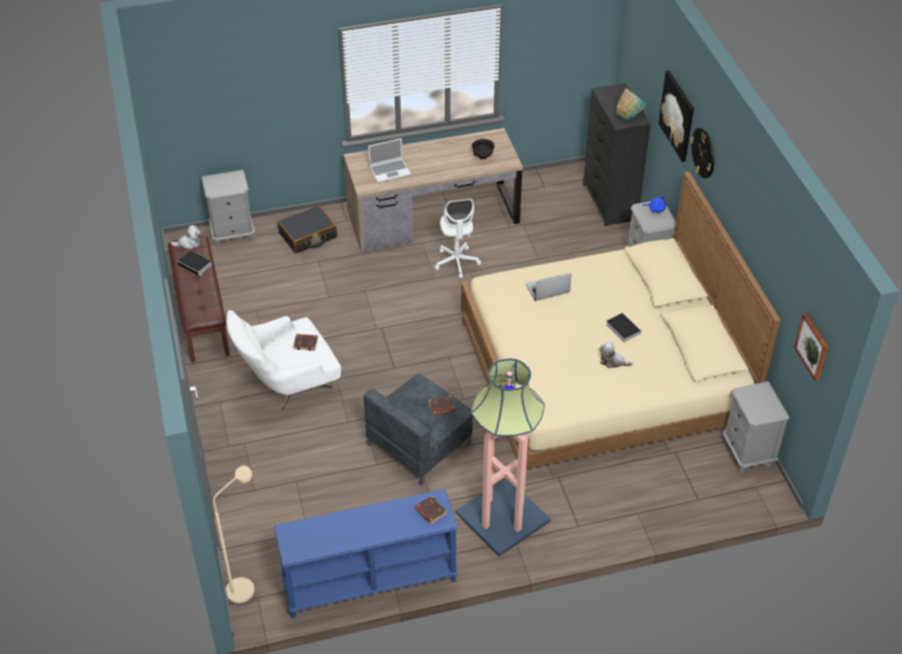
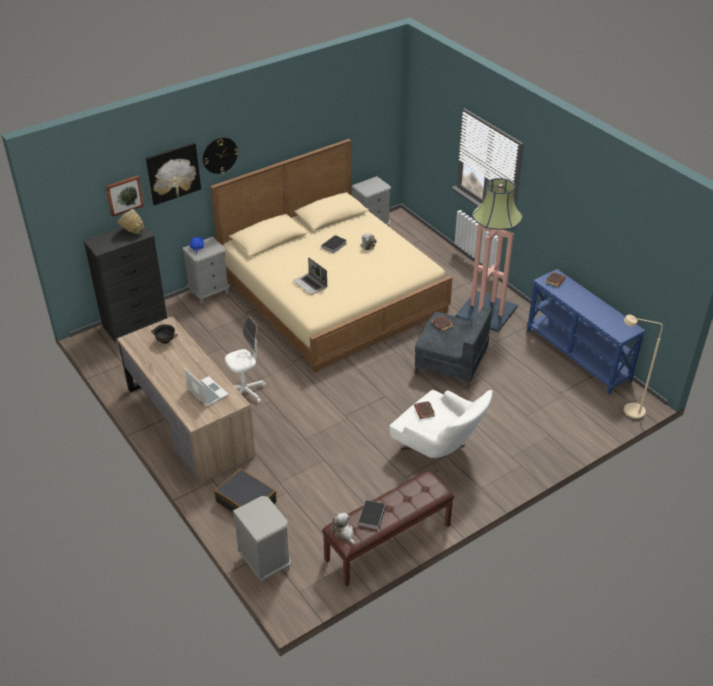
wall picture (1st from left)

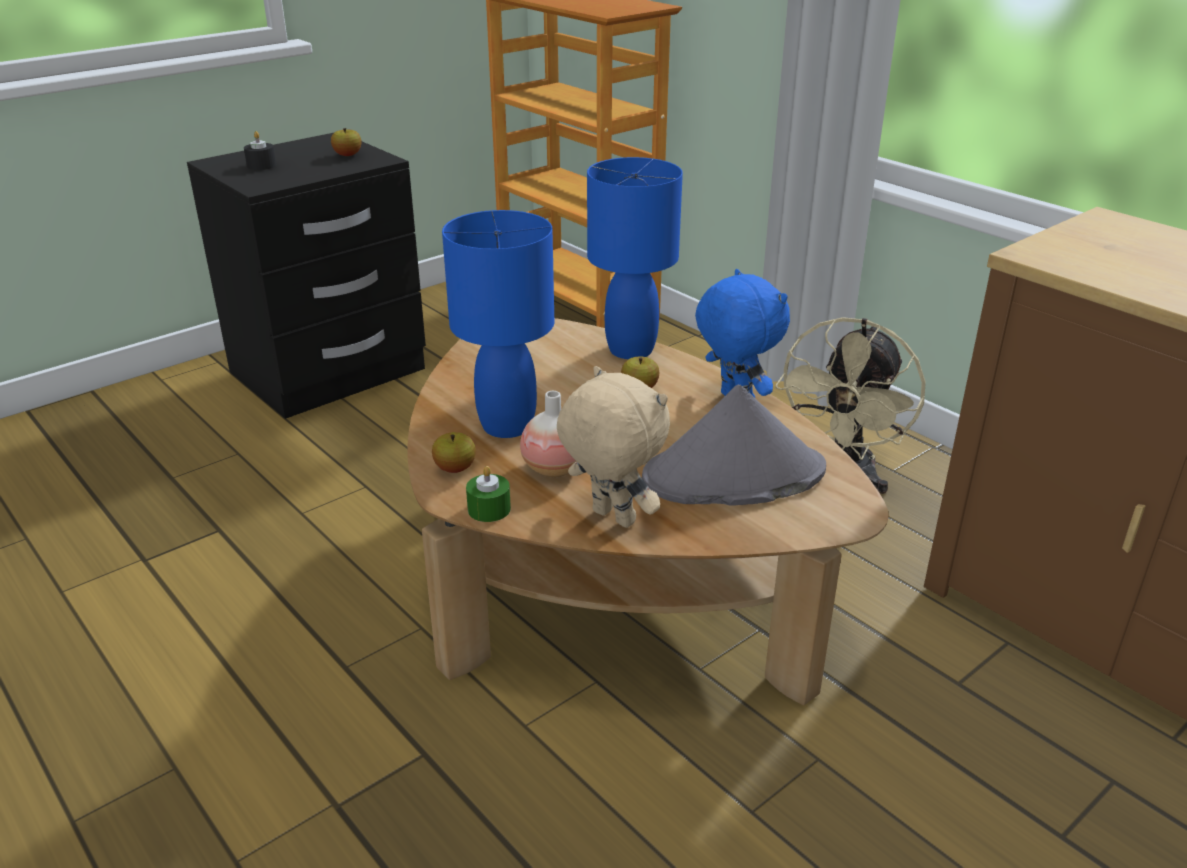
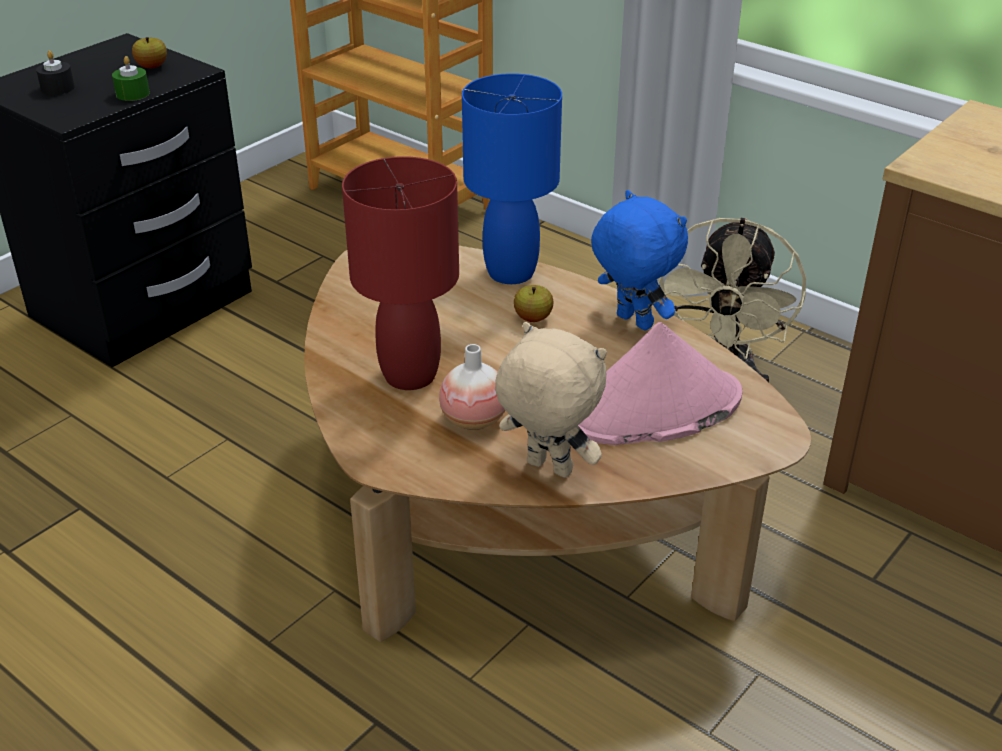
wax candle (greenish); tabletop lamp (red-coloured); hat (pinkish); apple (2nd from left in the first image)

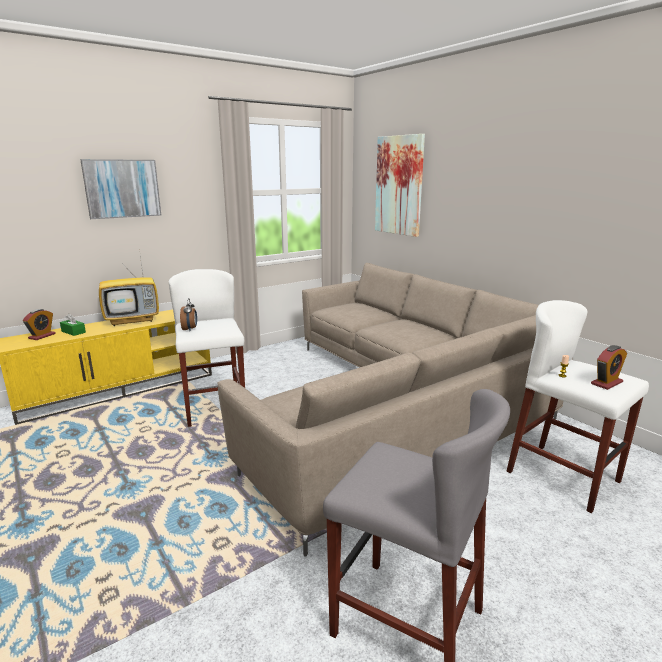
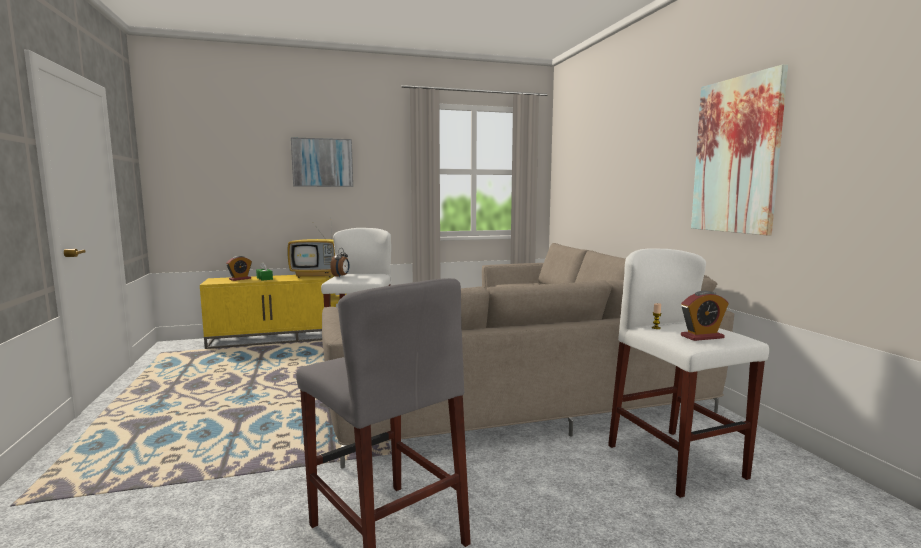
wall picture (2nd from left)

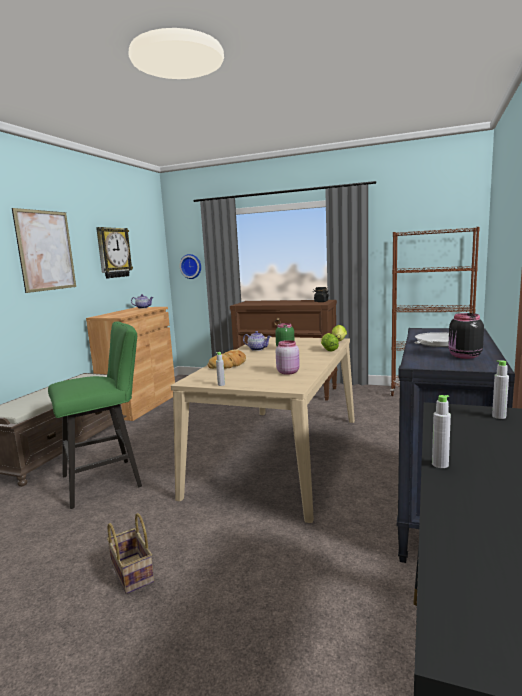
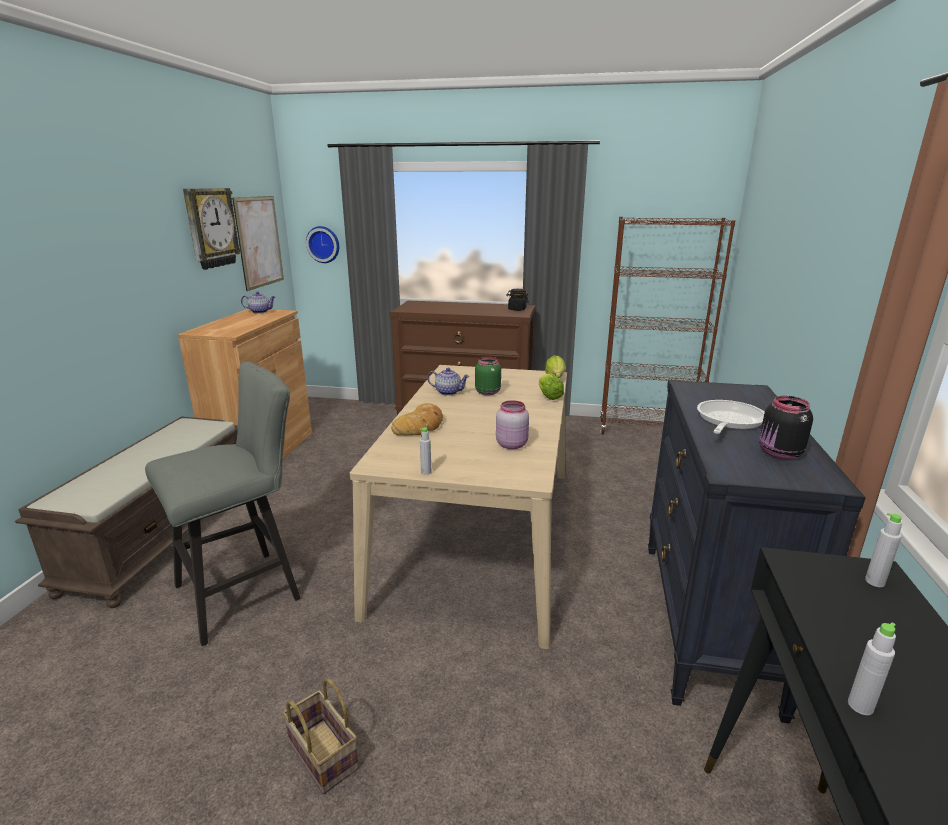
stool (gray); wall picture

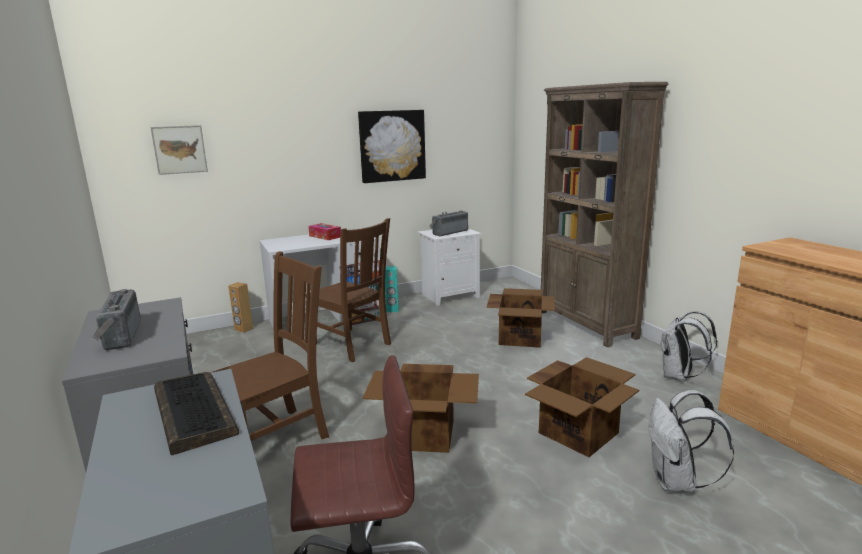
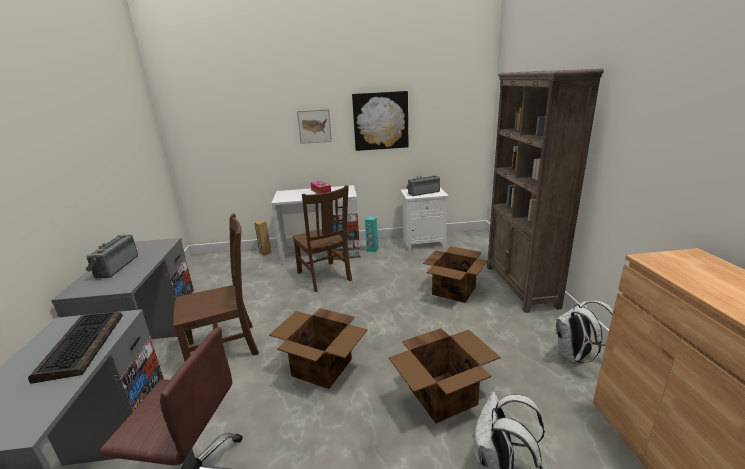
wall picture (1st from left)

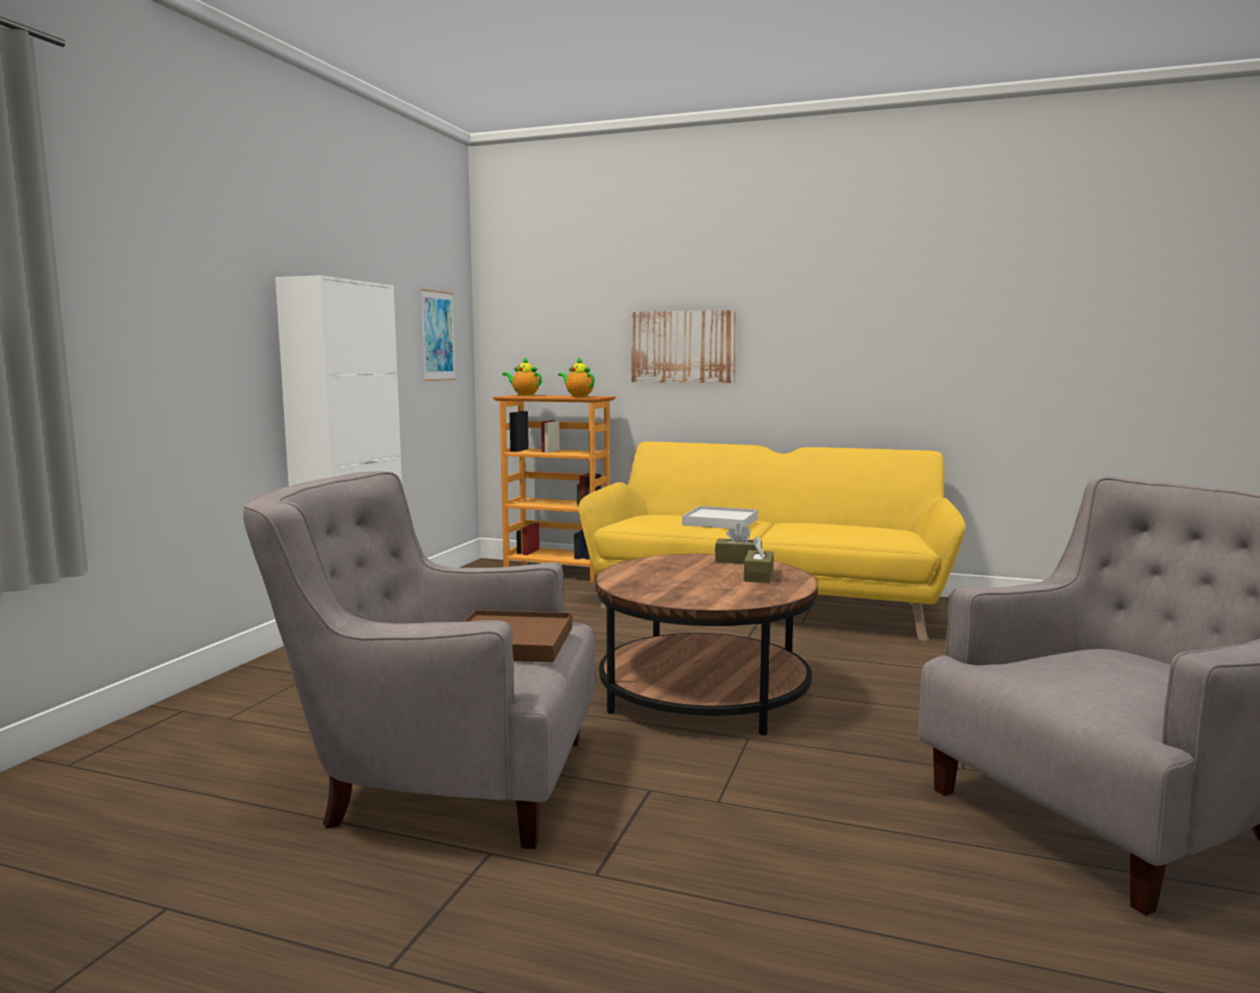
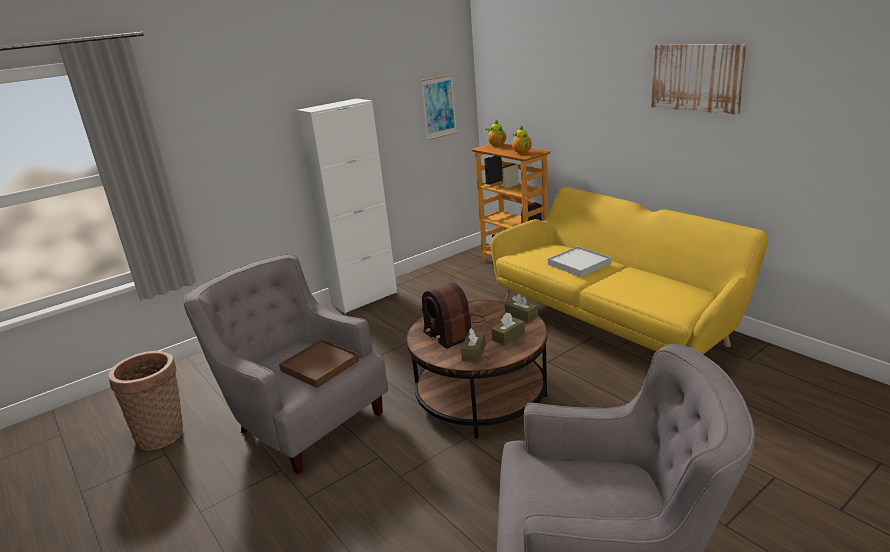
household basket; radio receiver; box of tissues (brown) (1st from left); wall picture (2nd from left)

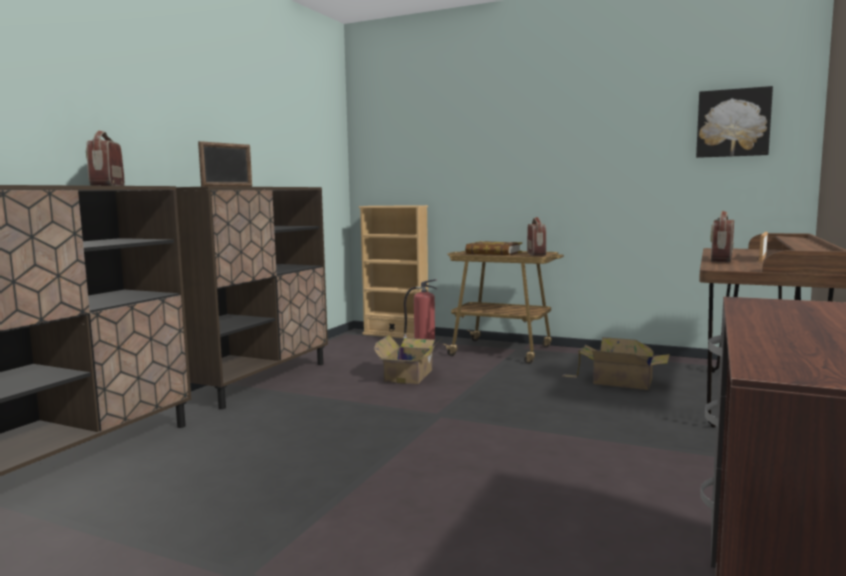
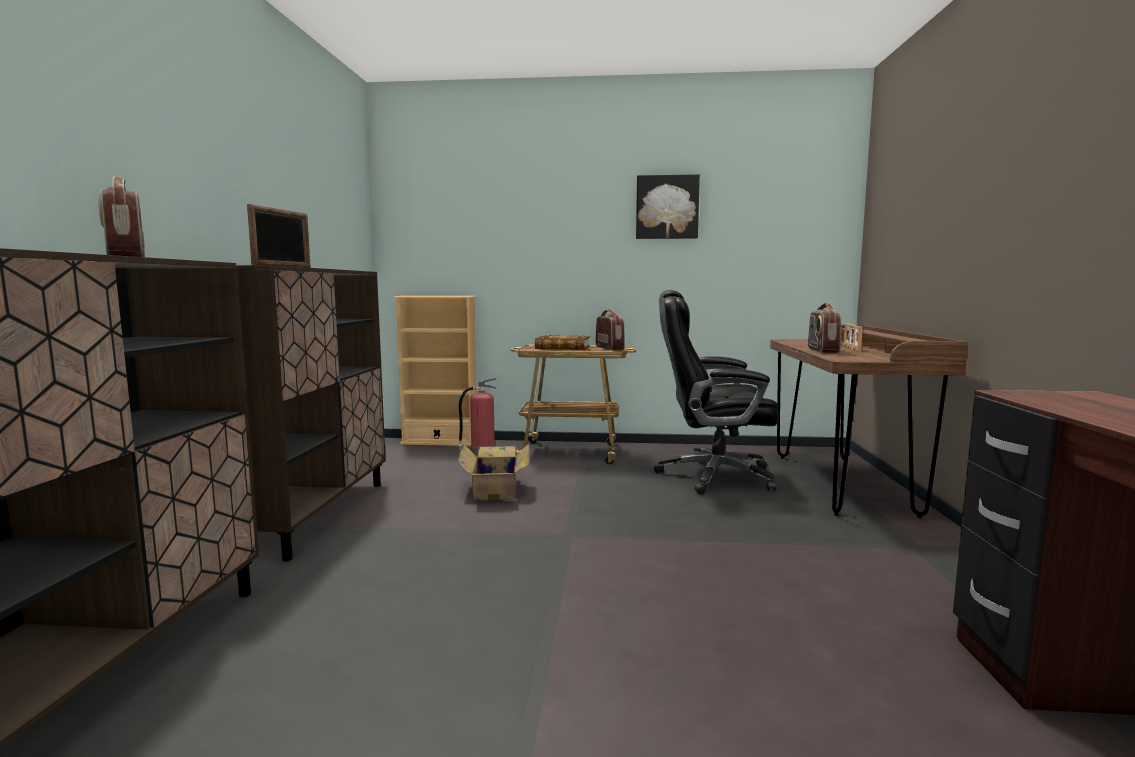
wall picture; office chair (black)

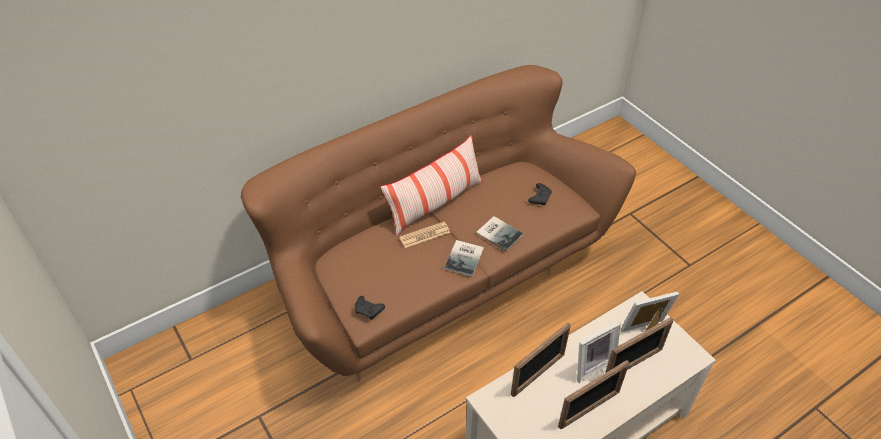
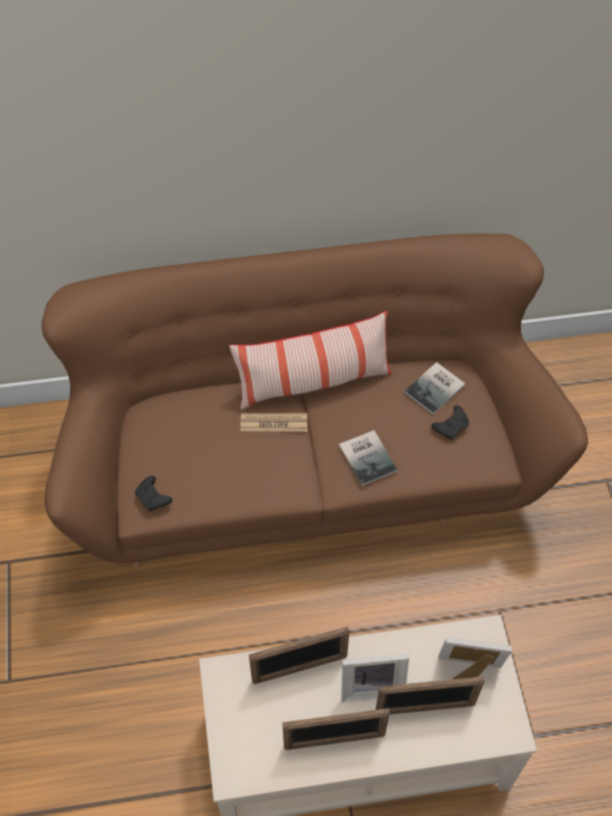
volume (2nd from left)

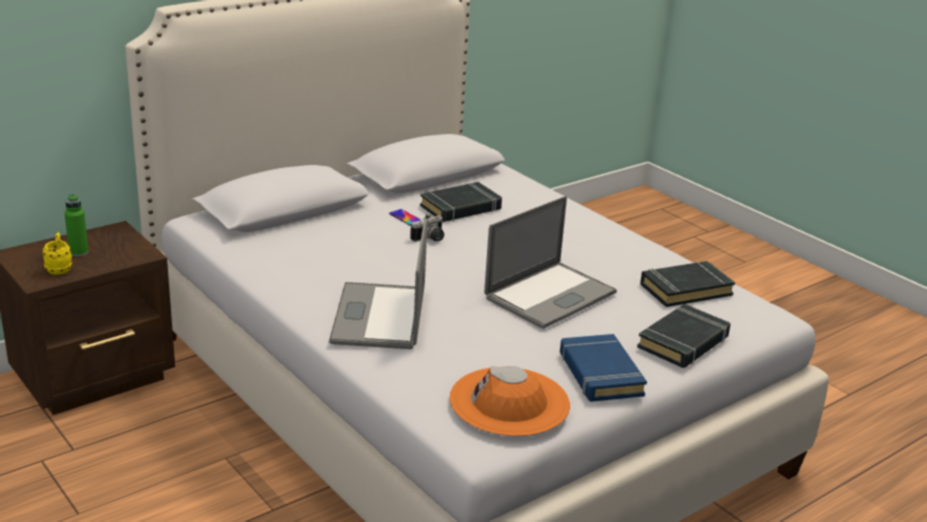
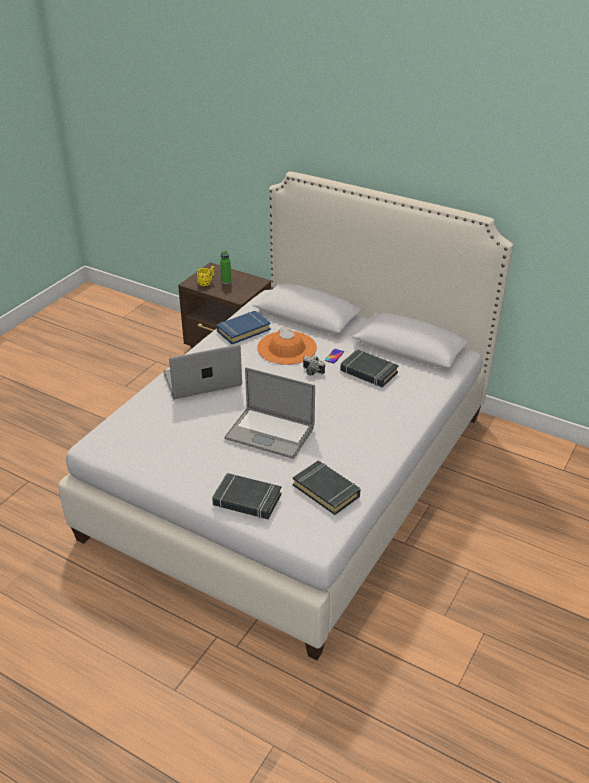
volume (bluish); hat (orange-coloured)

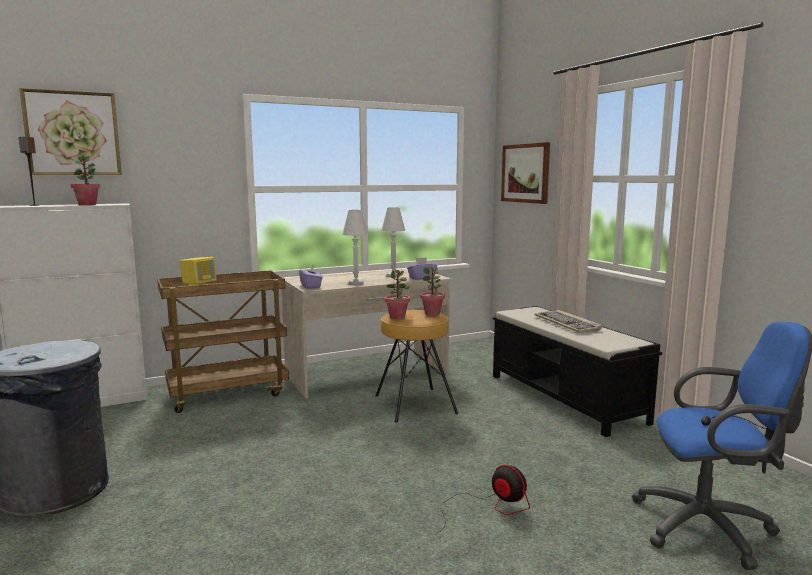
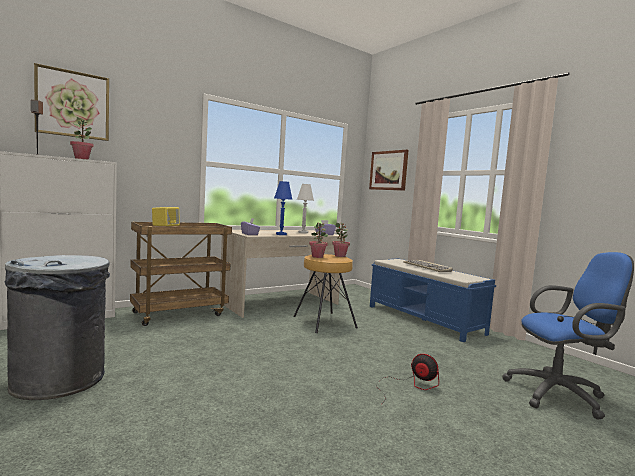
tabletop lamp (bluish); long seat (bluish)

